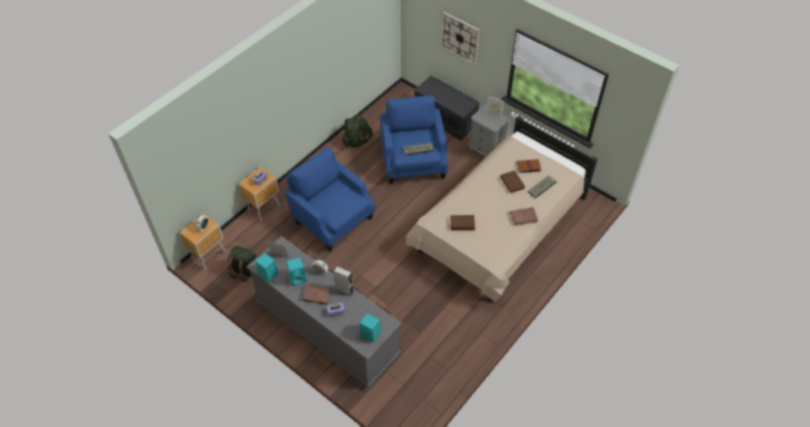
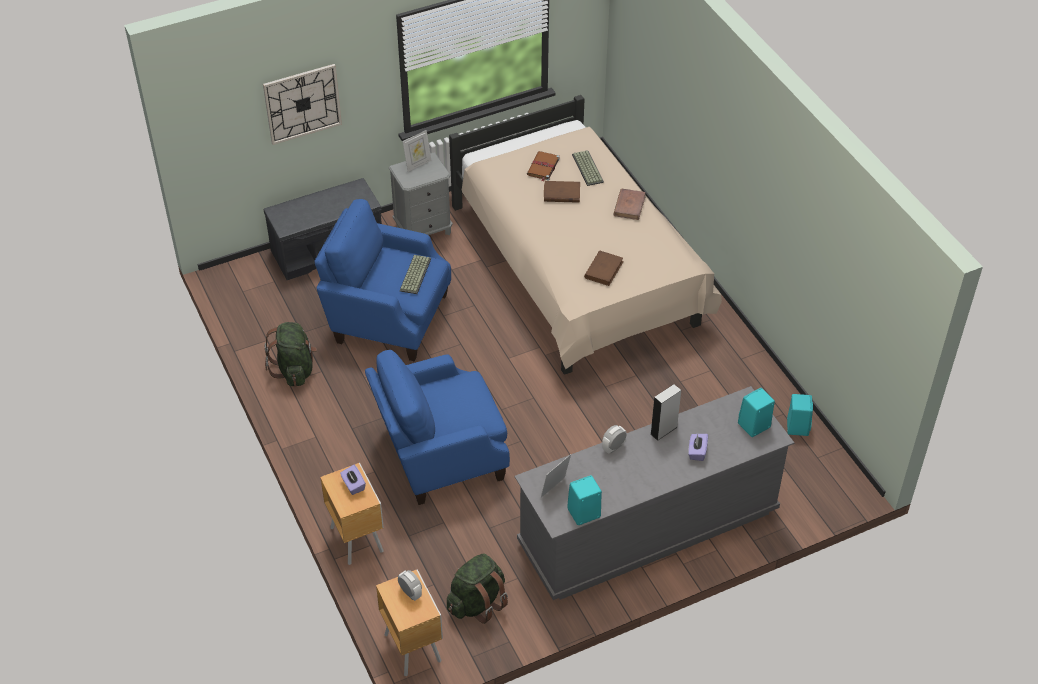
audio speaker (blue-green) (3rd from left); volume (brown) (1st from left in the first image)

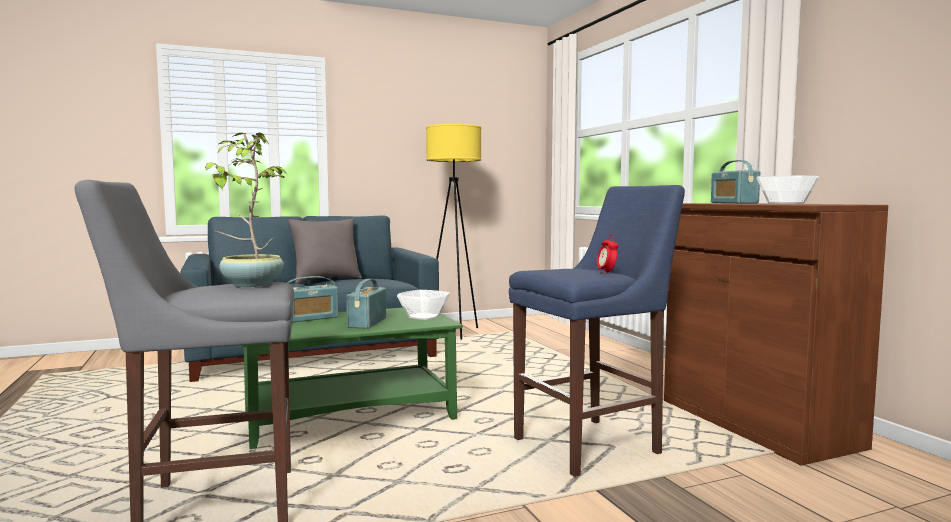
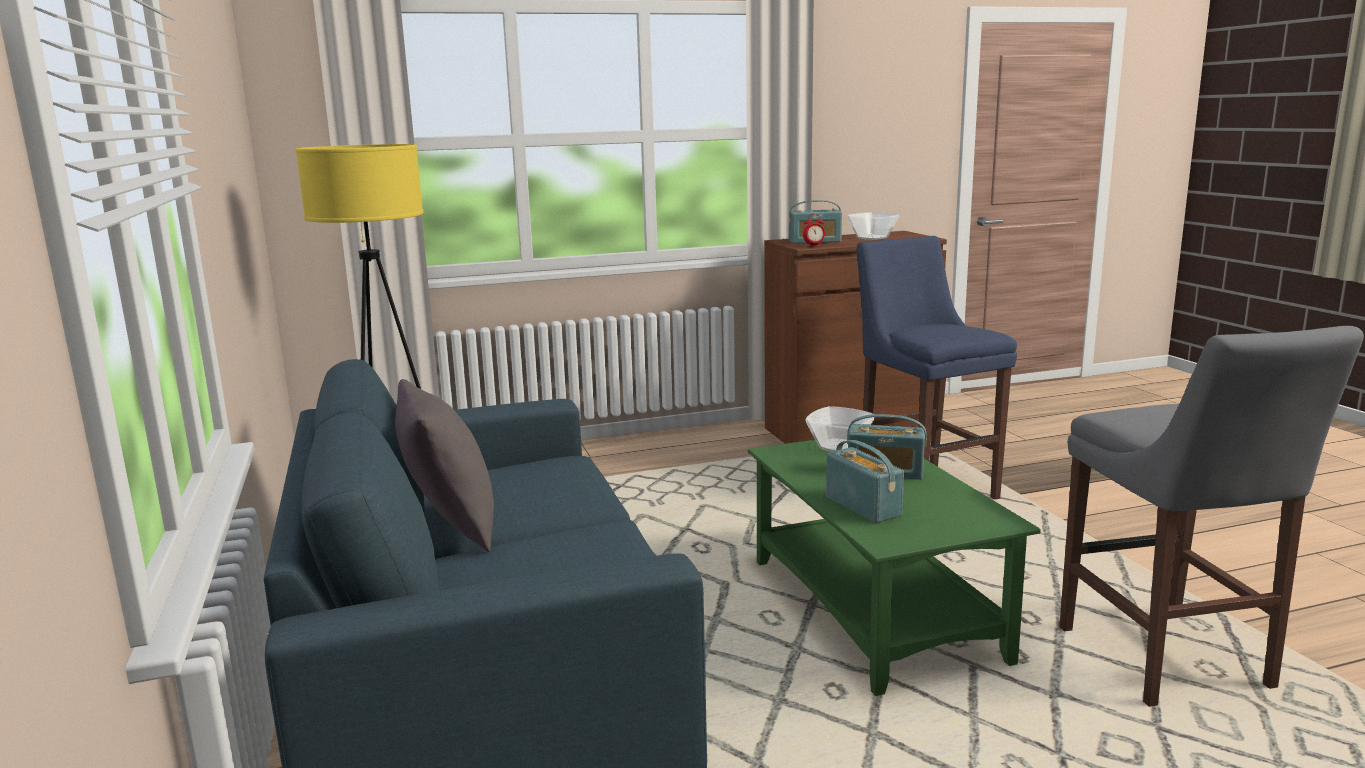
alarm clock; houseplant

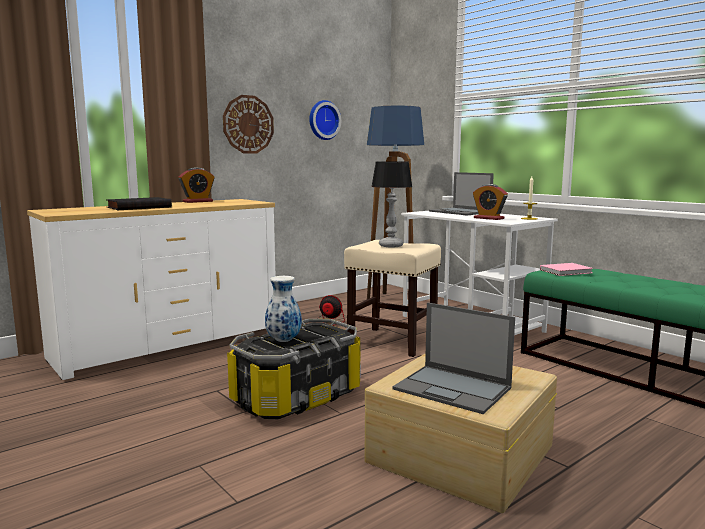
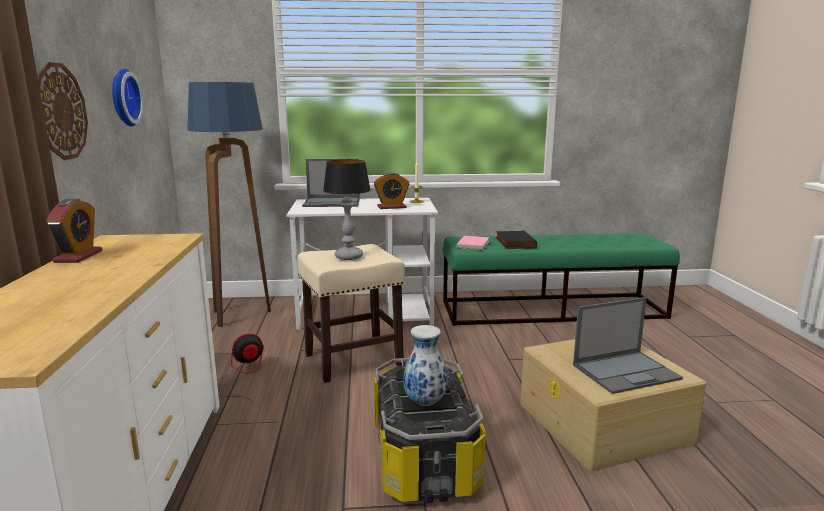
volume (black)

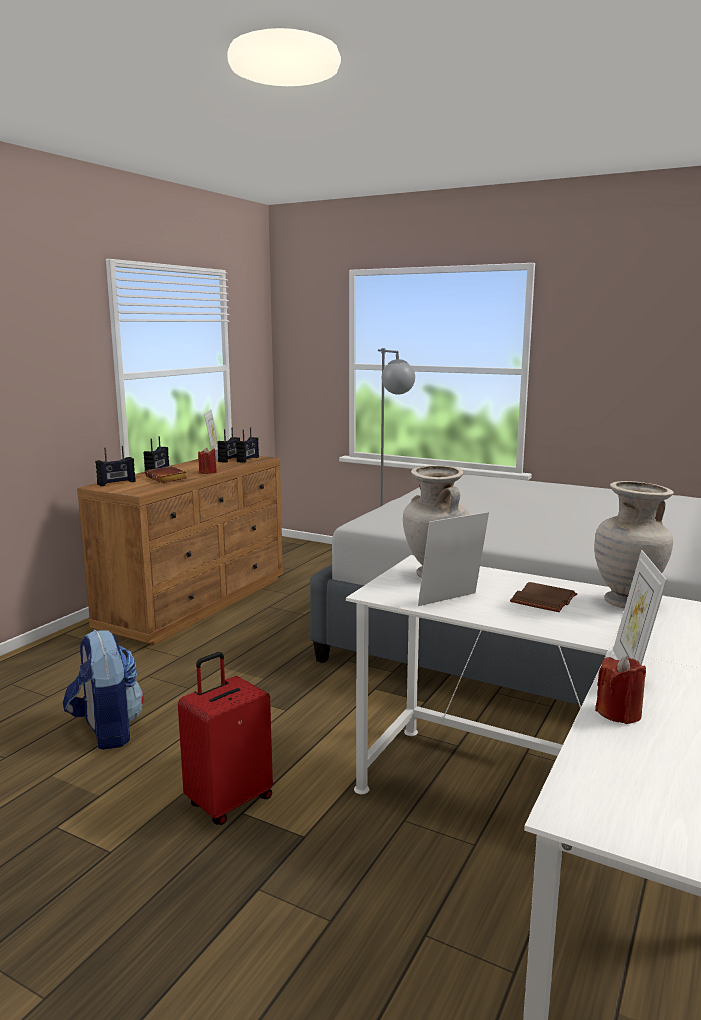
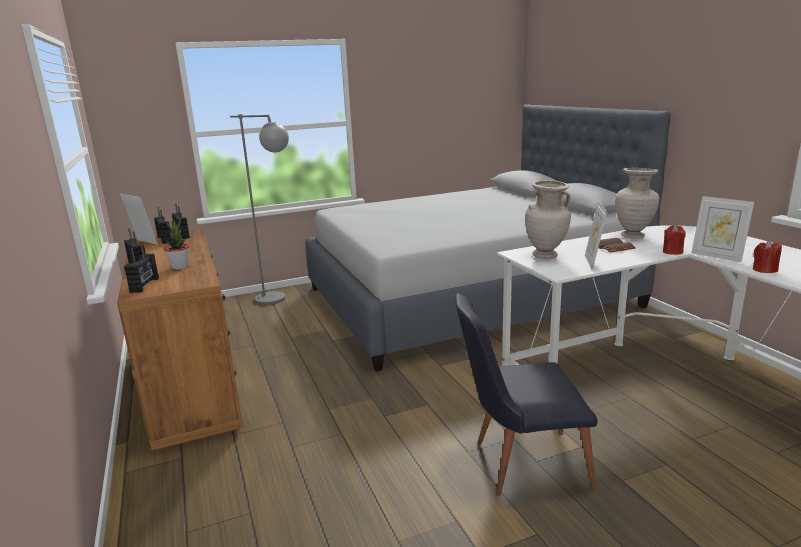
houseplant; chair (black); wax candle (red-coloured) (1st from left); rucksack

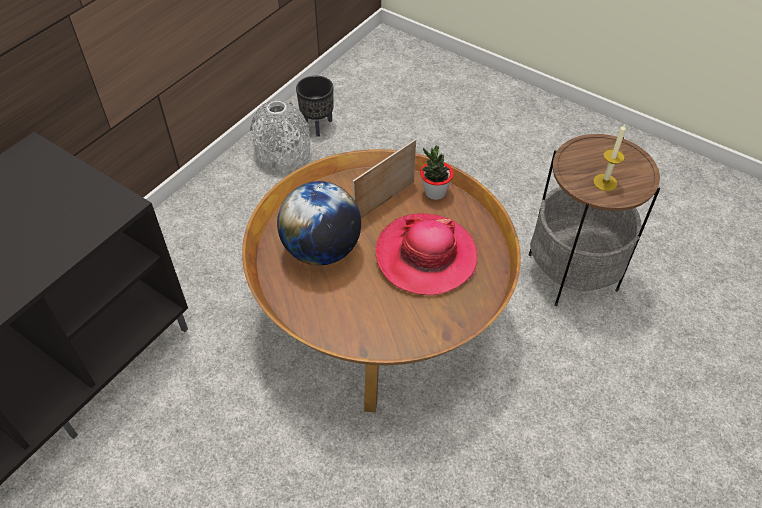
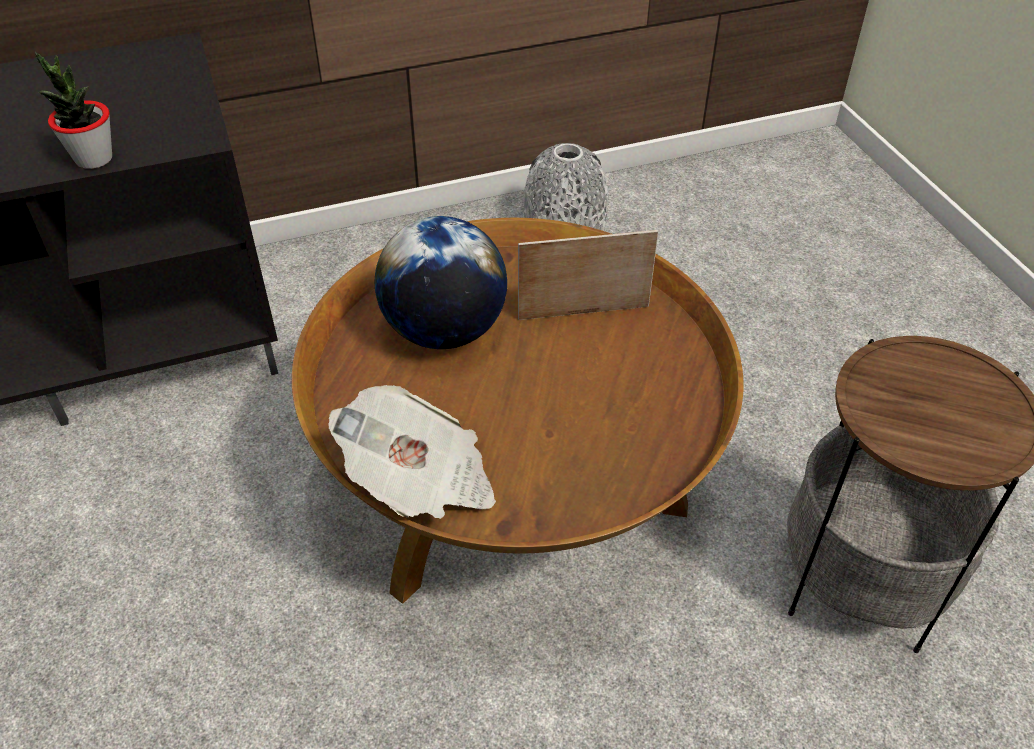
houseplant; printed paper; plant pot (black); hat; wax candle

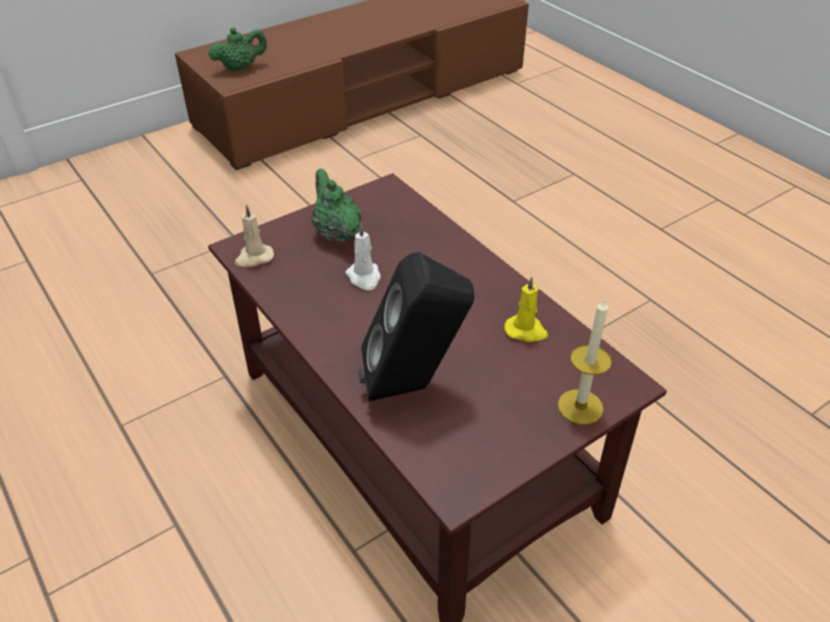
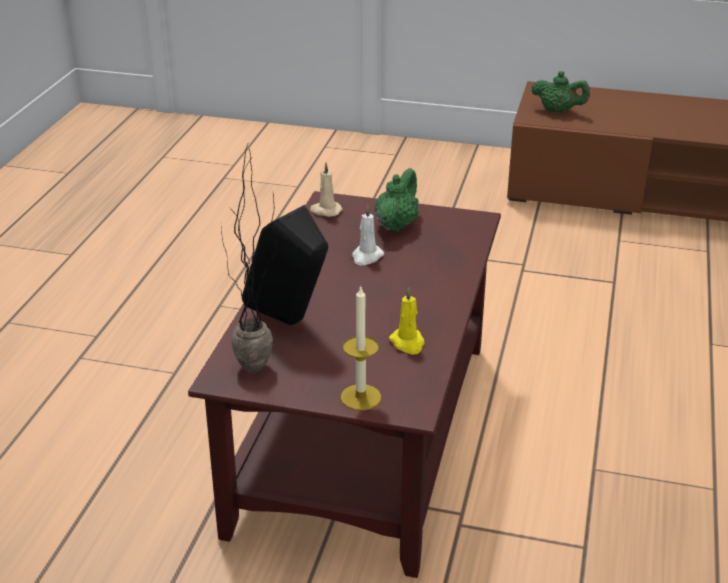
houseplant

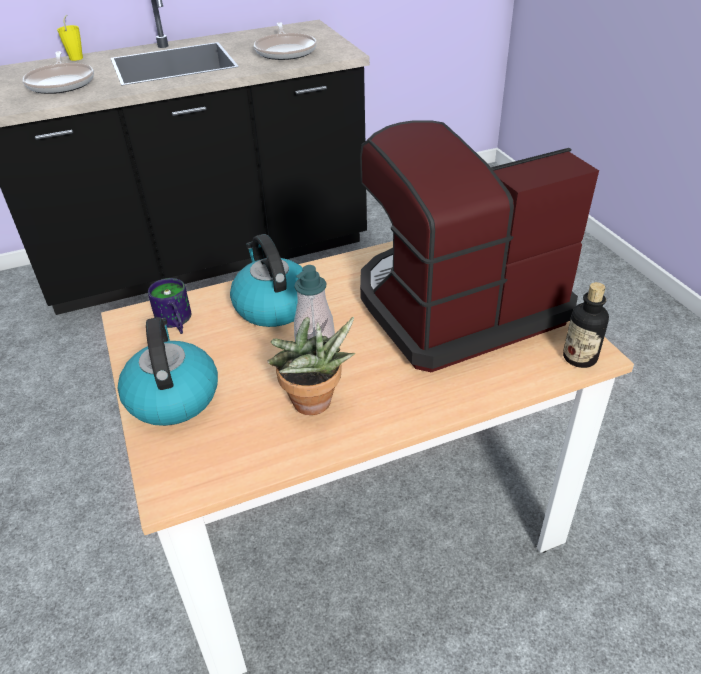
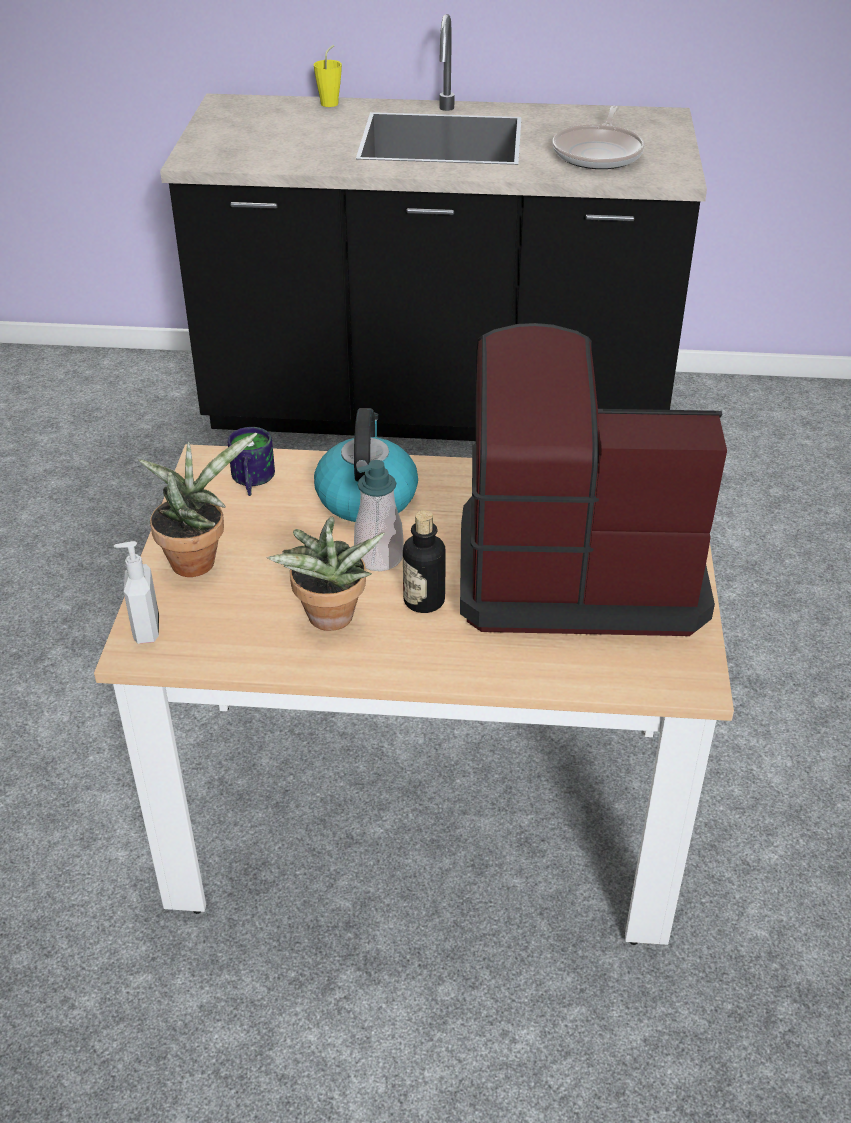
liquid soap bottle (1st from left); houseplant (1st from left); beverage bottle; frying pan (1st from left in the first image)

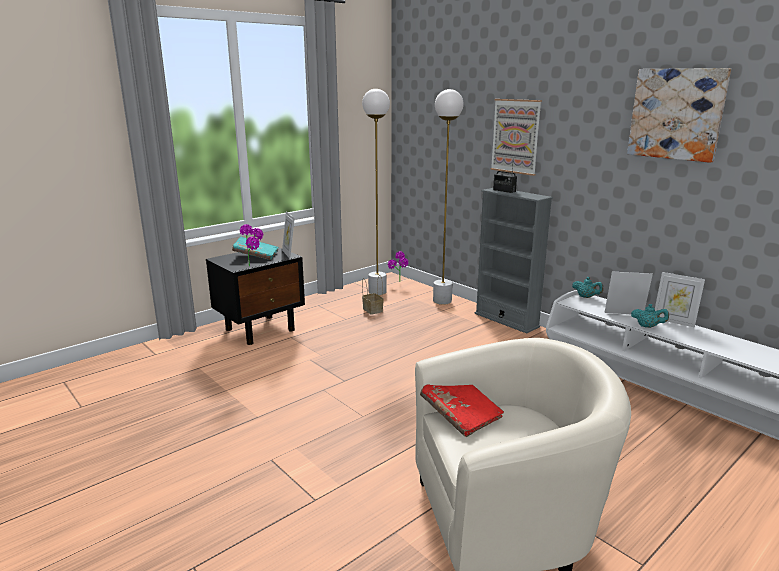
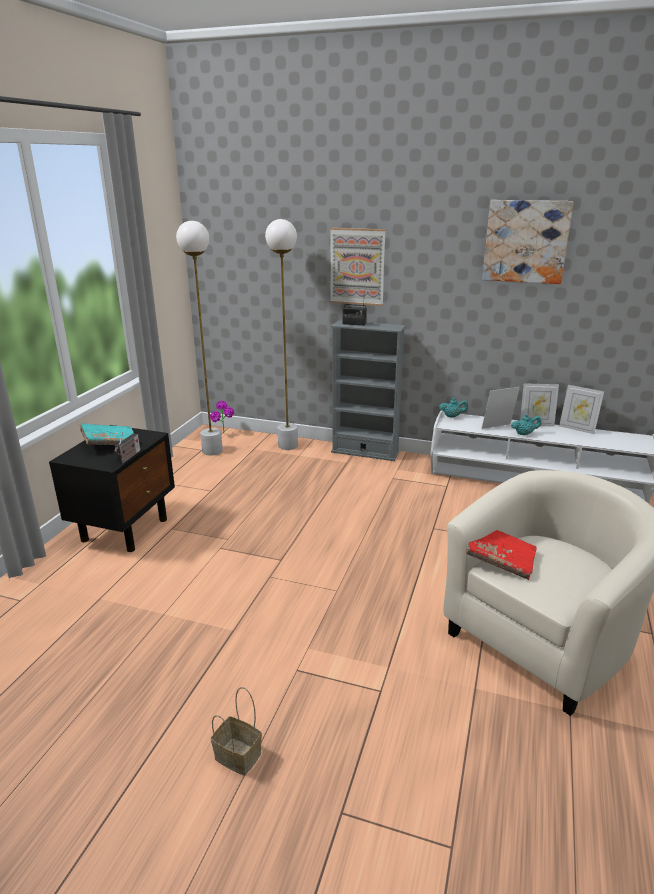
radio receiver (1st from left); household basket; picture frame (3rd from left)

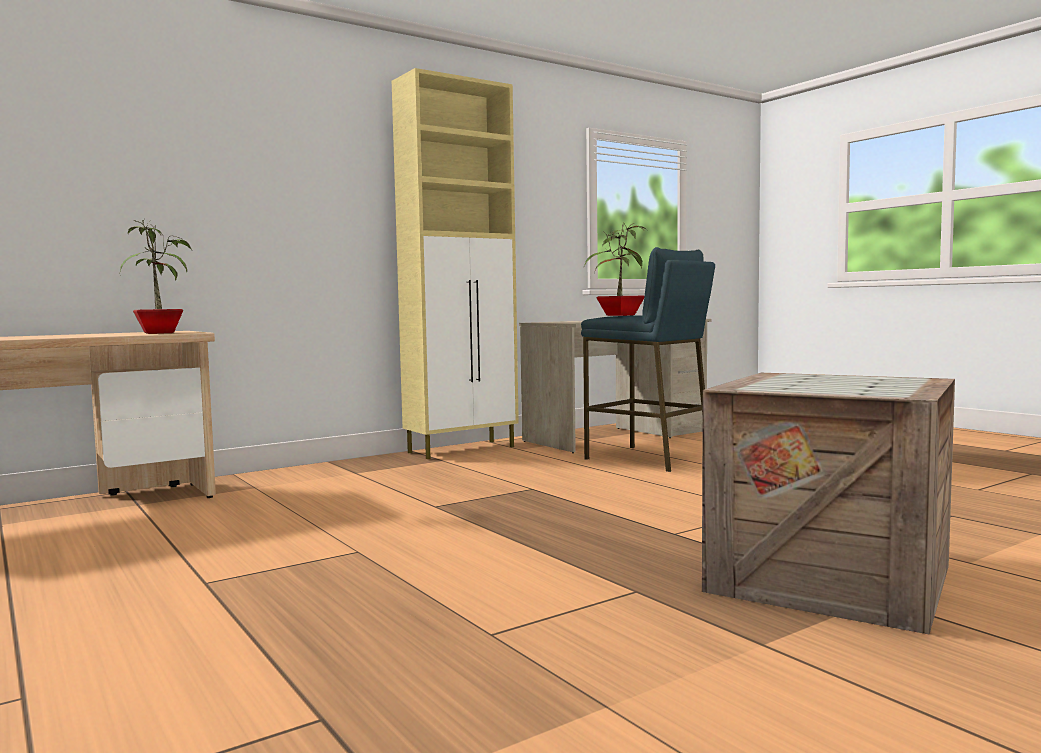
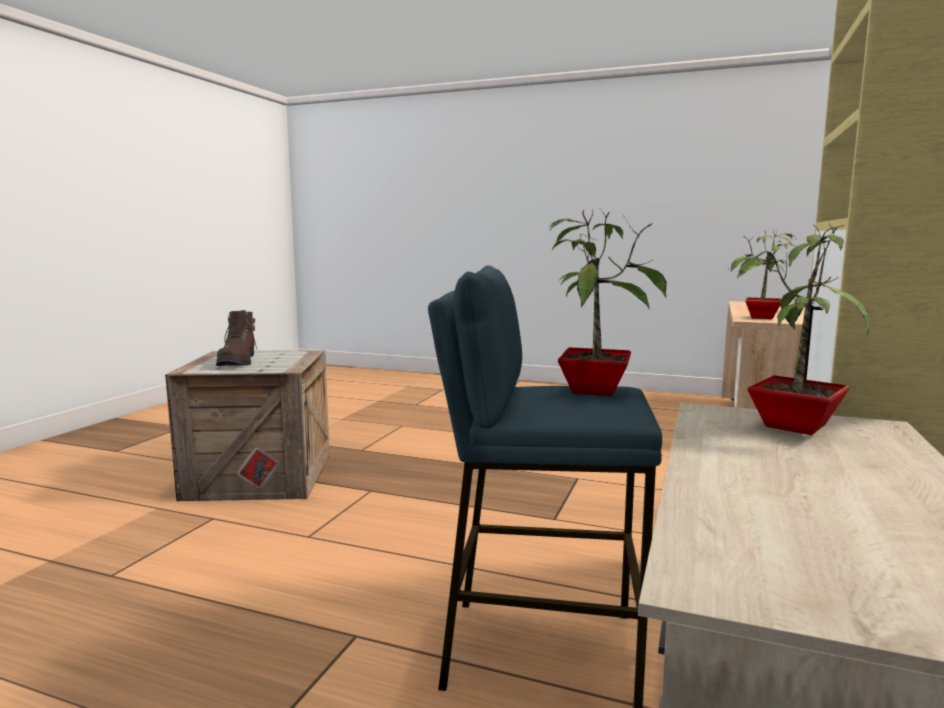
tall boot (brown); houseplant (3rd from left)

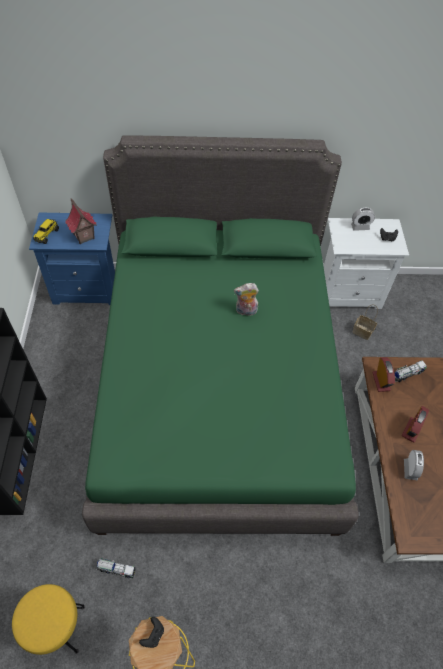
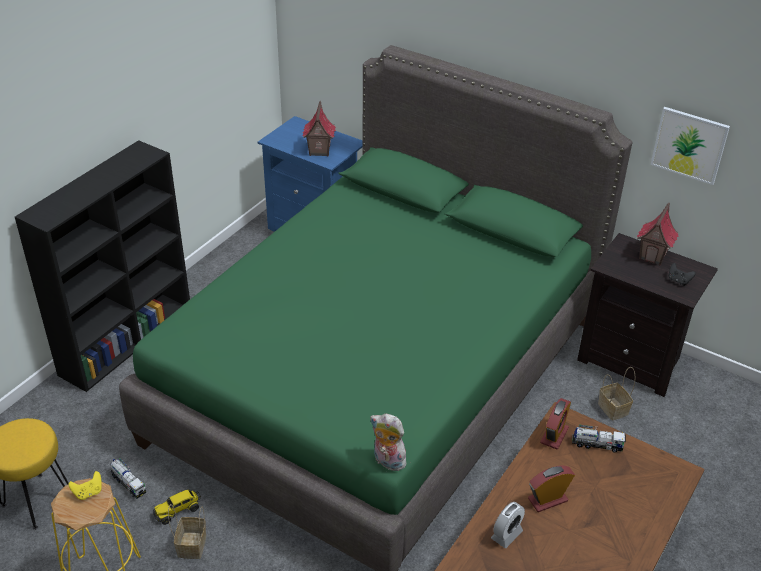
game controller (yellow); model truck (2nd from left); household basket (1st from left); plush toy; nightstand (black); model house (2nd from left); wall picture

